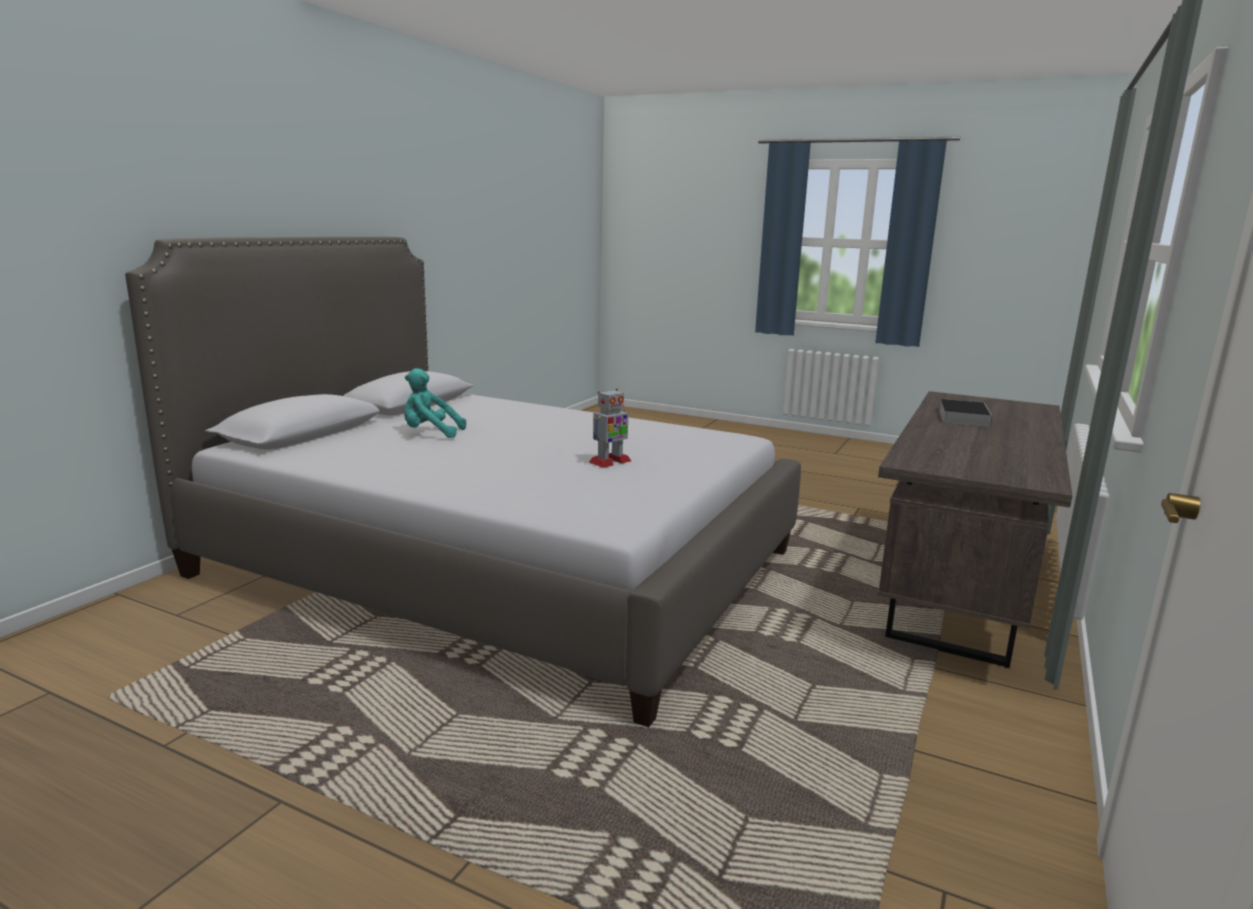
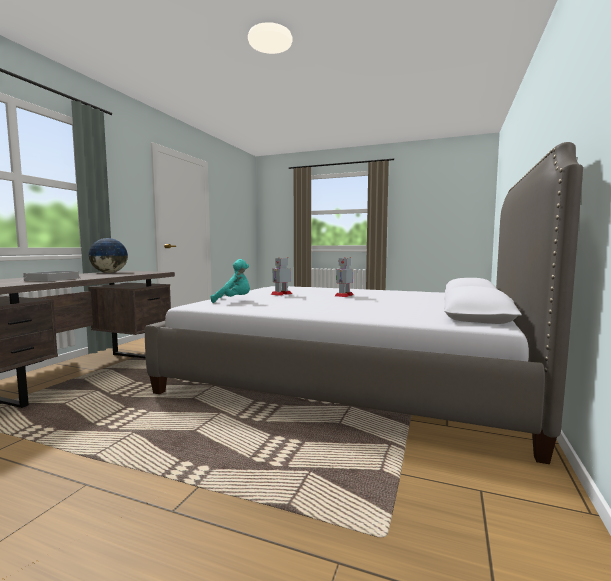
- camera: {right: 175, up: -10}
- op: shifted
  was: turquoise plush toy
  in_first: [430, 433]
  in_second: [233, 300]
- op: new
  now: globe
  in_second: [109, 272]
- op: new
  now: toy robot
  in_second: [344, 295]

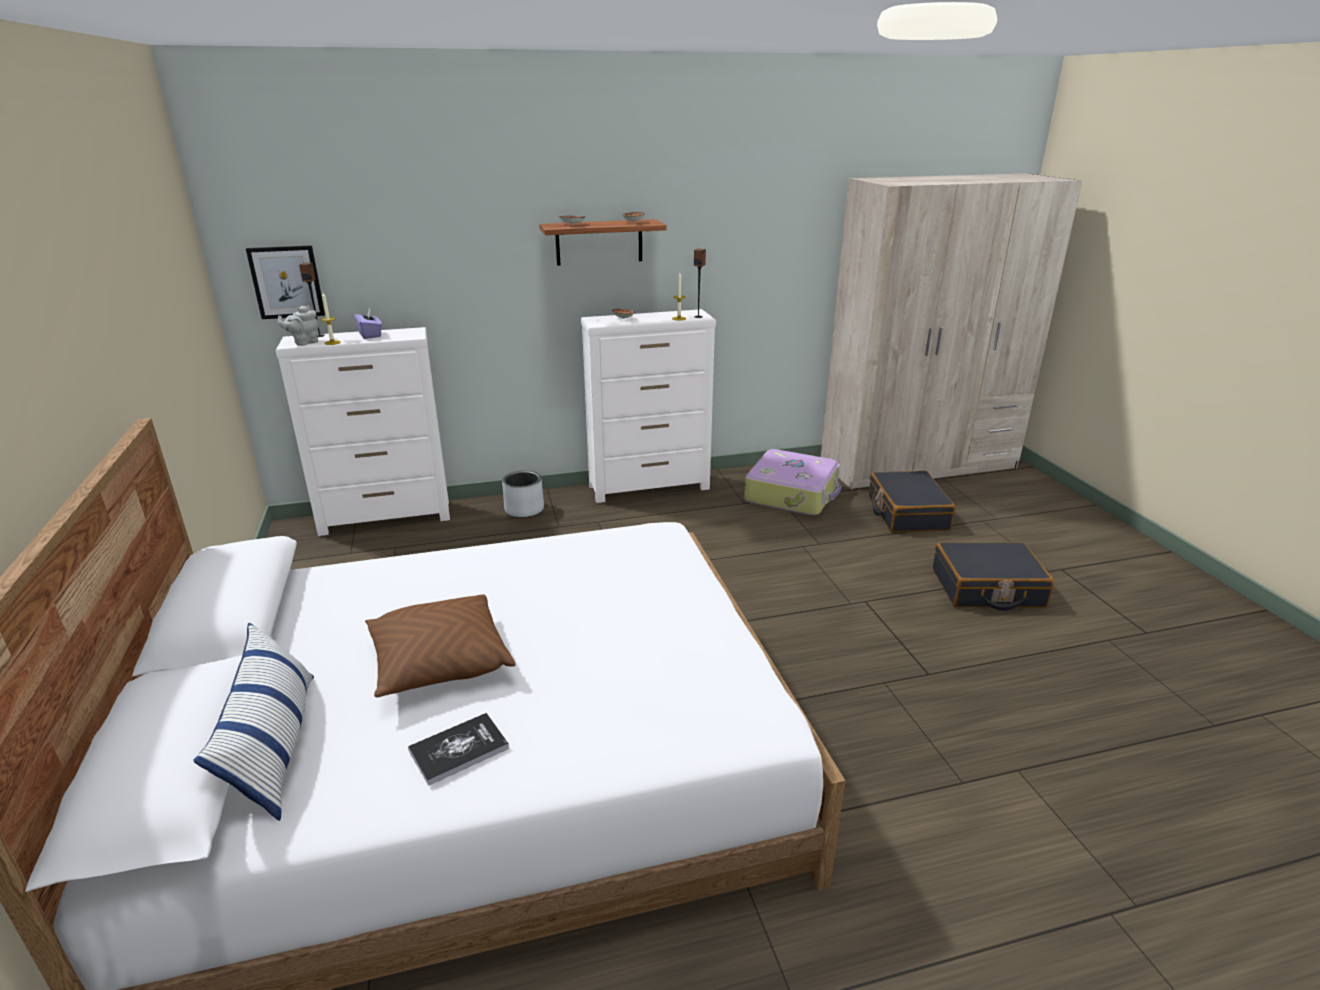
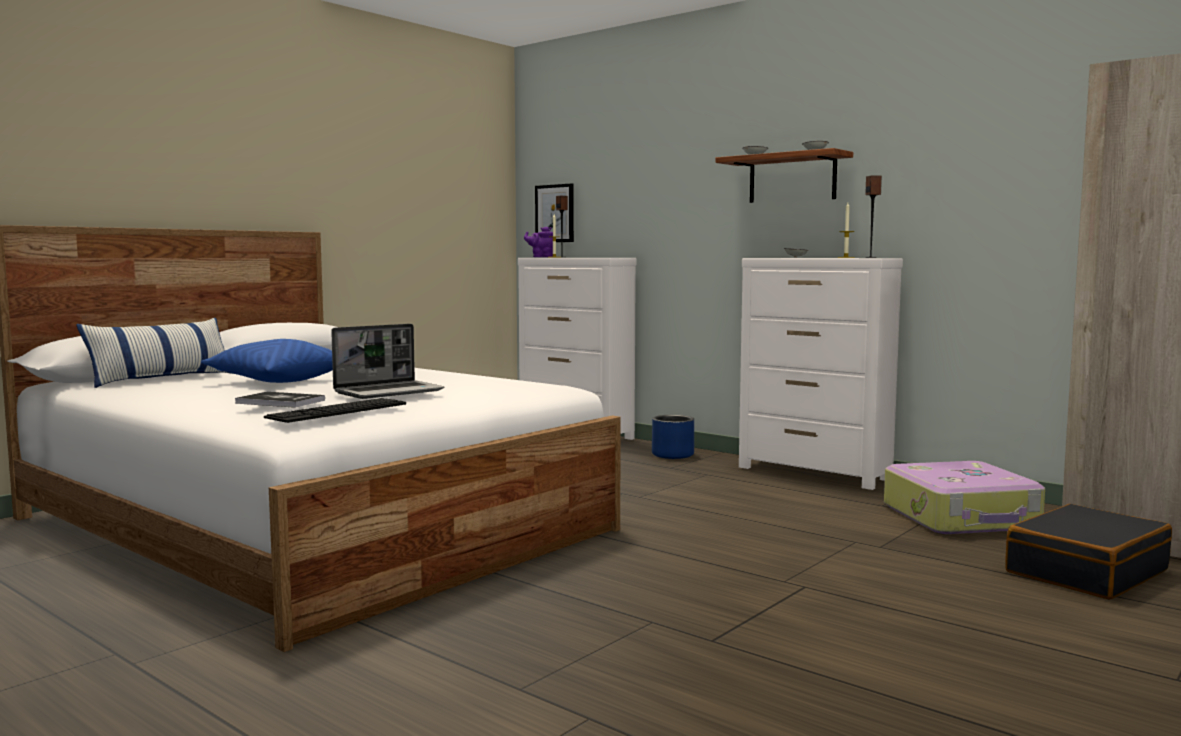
- camera: {right: 55, up: -20}
- op: repainted
  was: grey teapot
  now: purple teapot
  in_first: [304, 342]
  in_second: [541, 257]
- op: gone
  was: purple tissue box
  in_first: [370, 335]
- op: repainted
  was: brown pillow
  now: blue pillow
  in_first: [439, 662]
  in_second: [276, 380]
- op: shifted
  was: book
  in_first: [459, 749]
  in_second: [280, 402]
- op: repainted
  was: grey planter
  now: blue planter
  in_first: [524, 509]
  in_second: [673, 455]
- op: gone
  was: black suitcase
  in_first: [987, 589]
- op: new
  now: keyboard
  in_second: [338, 410]
- op: new
  now: laptop
  in_second: [390, 392]

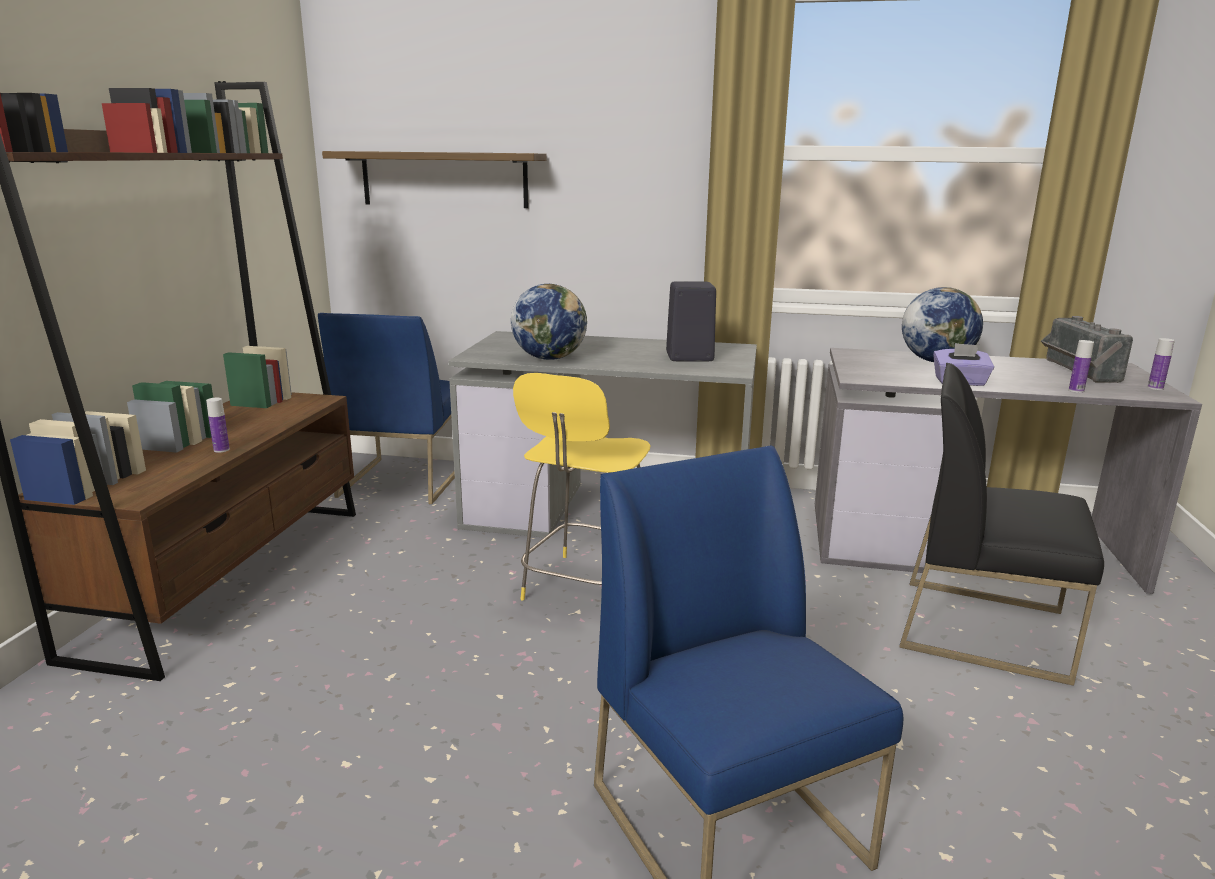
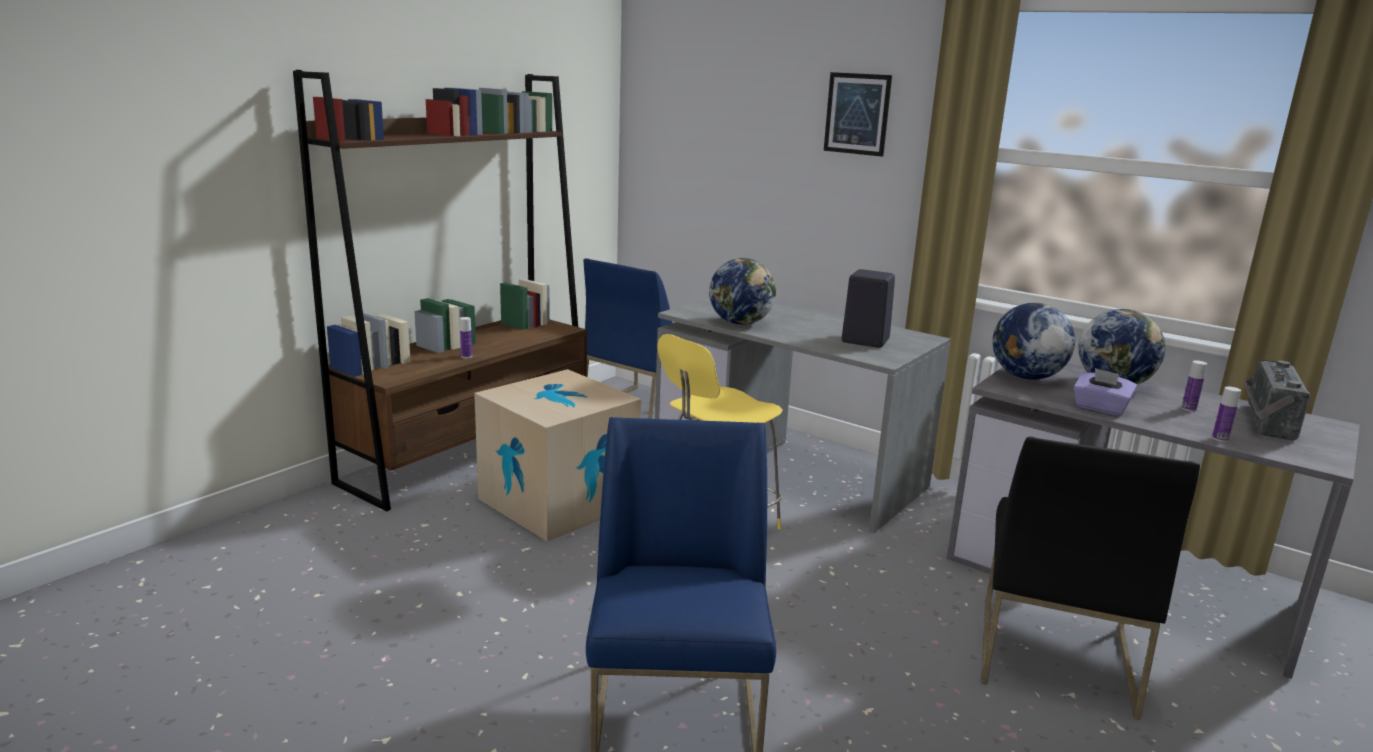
- camera: {right: 25, up: 0}
- op: gone
  was: shelf
  in_first: [444, 179]
- op: rotated
  was: black chair
  in_first: [985, 628]
  in_second: [1053, 654]
  clockwise: -120
- op: shifted
  was: bottle
  in_first: [1155, 388]
  in_second: [1188, 409]
- op: new
  now: cardboard box
  in_second: [558, 501]
- op: new
  now: picture
  in_second: [857, 114]
- op: new
  now: globe
  in_second: [1026, 377]

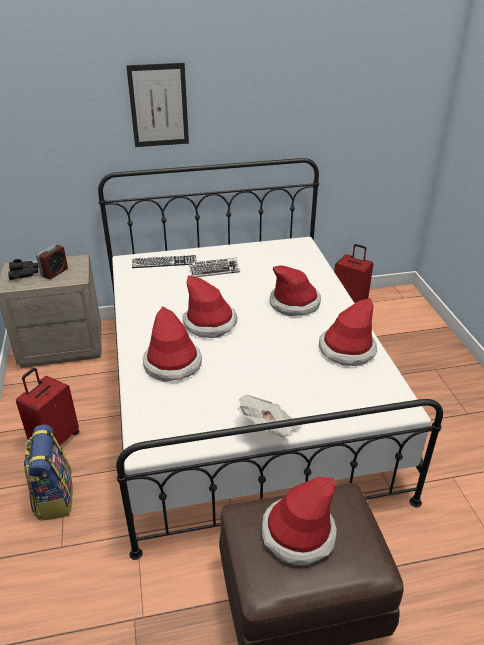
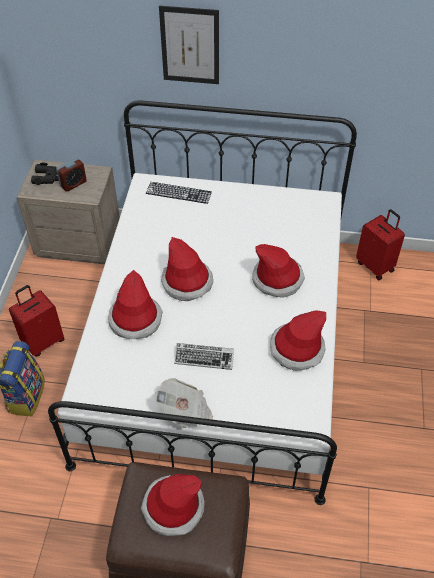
- camera: {right: 20, up: 15}
- op: shifted
  was: keyboard
  in_first: [214, 270]
  in_second: [204, 358]

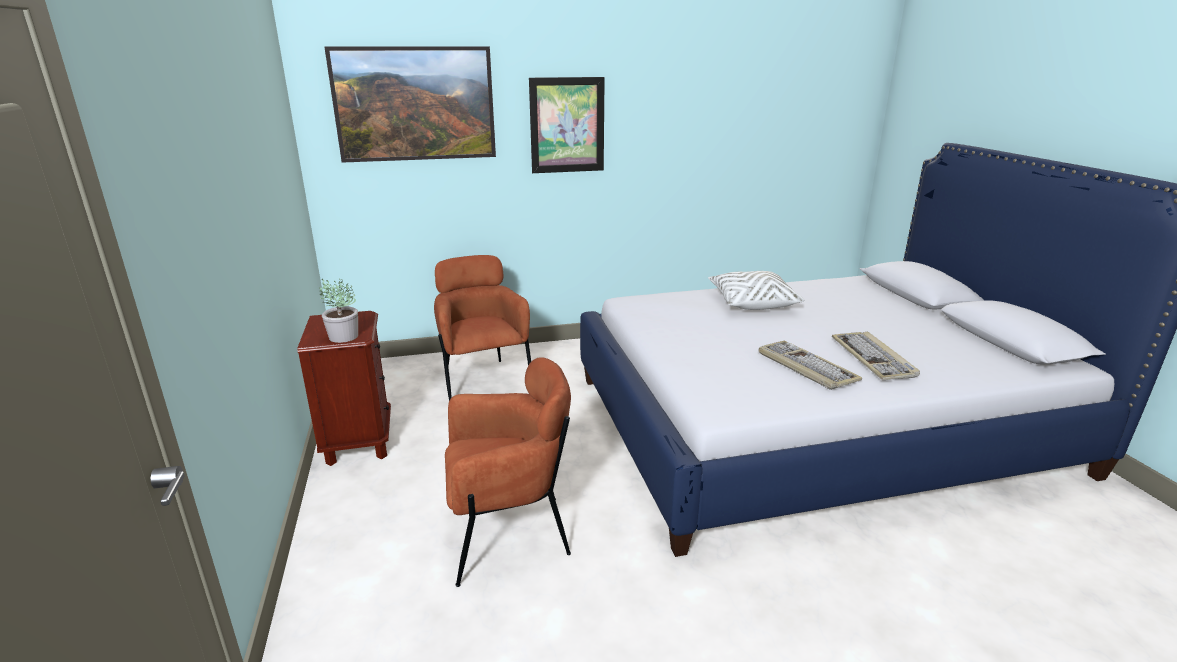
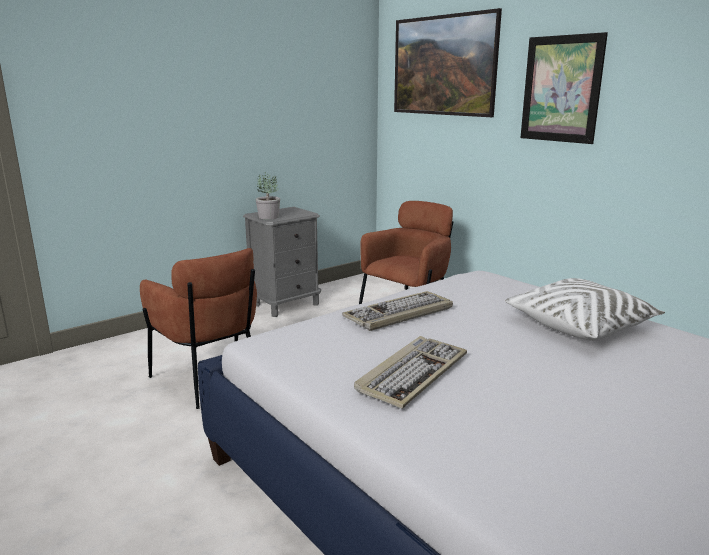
- camera: {right: 65, up: -5}
- op: repainted
  was: brown nightstand
  now: grey nightstand
  in_first: [358, 441]
  in_second: [286, 304]
- op: shifted
  was: keyboard
  in_first: [874, 358]
  in_second: [399, 314]

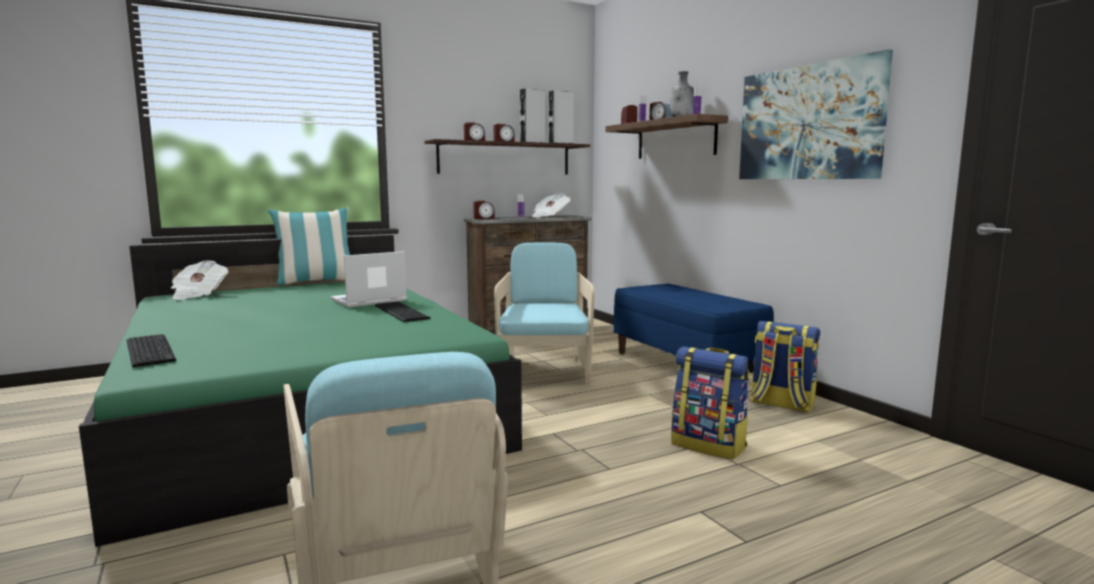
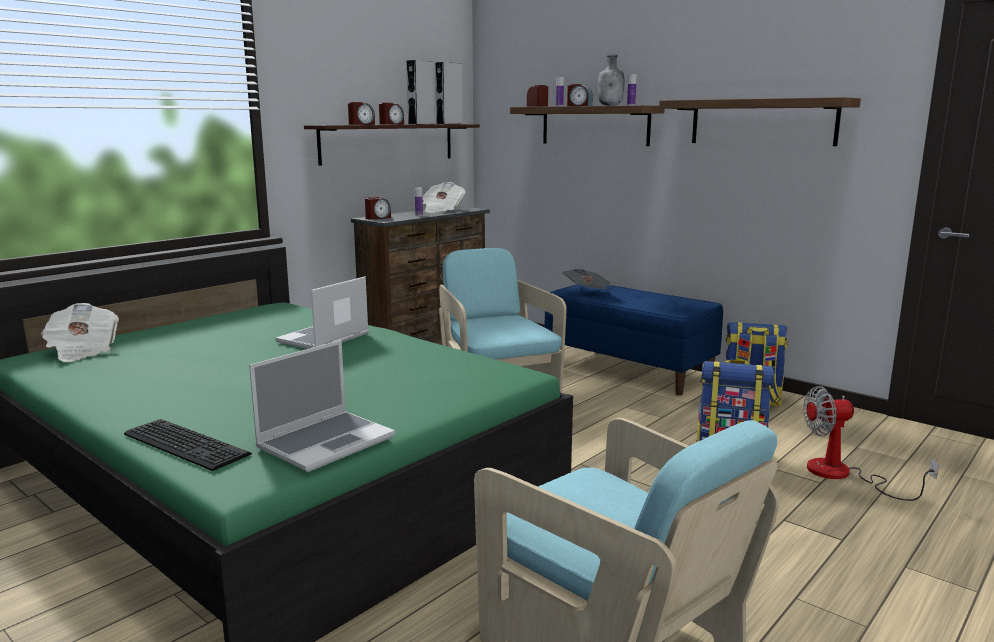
- camera: {right: -20, up: 5}
- op: gone
  was: pillow
  in_first: [316, 282]
- op: gone
  was: keyboard
  in_first: [402, 311]
- op: swapped
  was: picture
  now: shelf
  in_first: [808, 123]
  in_second: [762, 122]
- op: new
  now: laptop
  in_second: [326, 442]
- op: new
  now: newspaper
  in_second: [587, 293]
- op: new
  now: fan
  in_second: [843, 475]

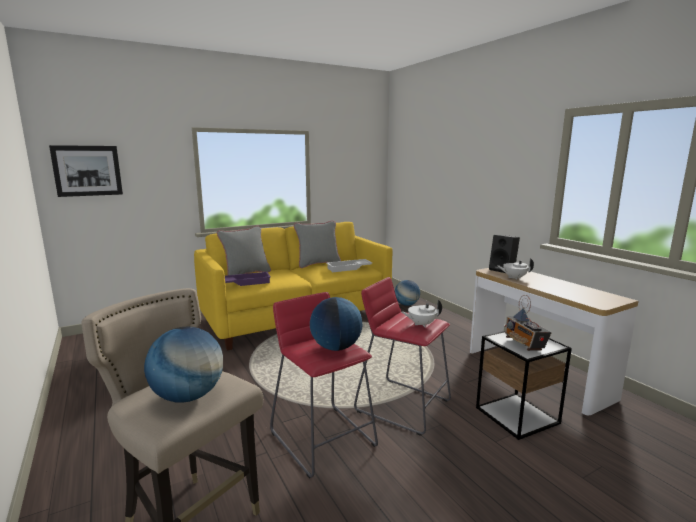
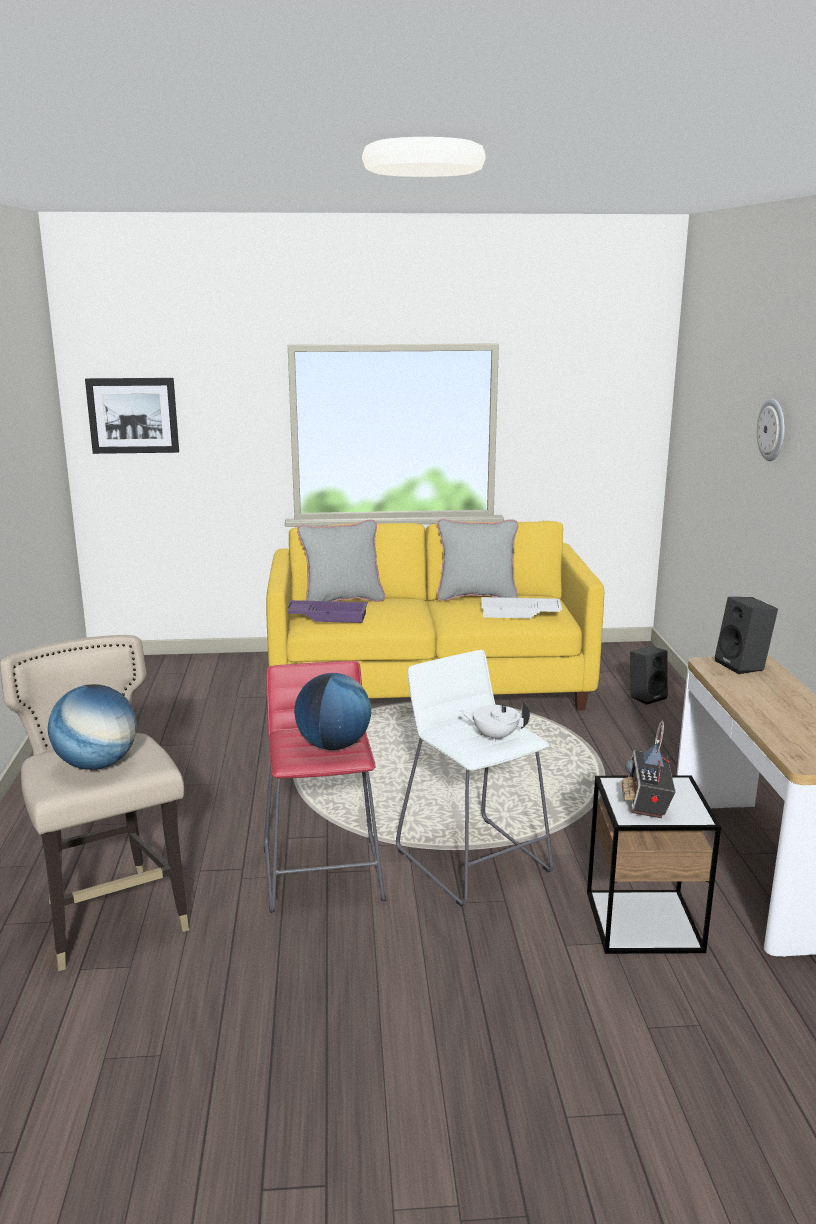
- camera: {right: 25, up: 5}
- op: repainted
  was: red stool
  now: white stool
  in_first: [403, 405]
  in_second: [473, 860]
- op: swapped
  was: globe
  now: black speaker
  in_first: [406, 304]
  in_second: [646, 696]
- op: gone
  was: white teapot
  in_first: [514, 278]
- op: new
  now: wall clock
  in_second: [772, 430]

